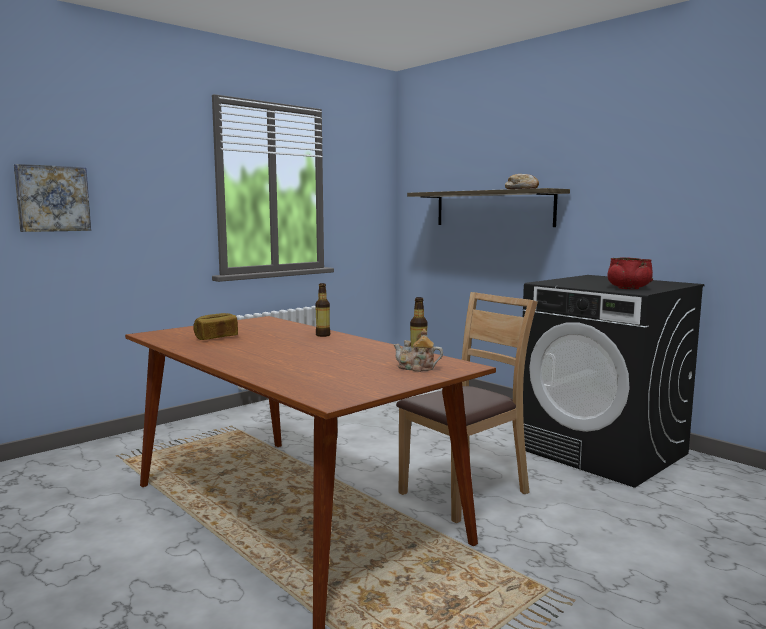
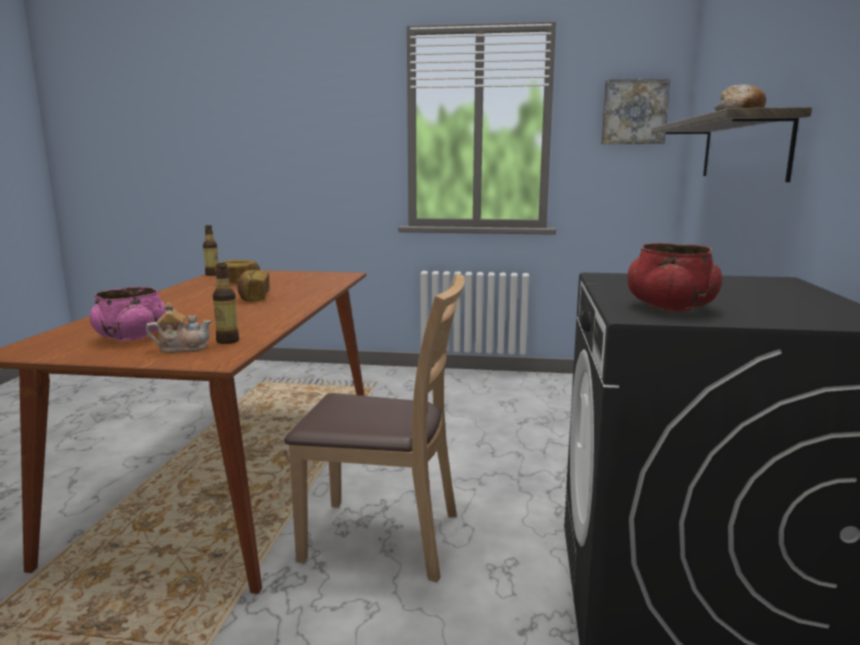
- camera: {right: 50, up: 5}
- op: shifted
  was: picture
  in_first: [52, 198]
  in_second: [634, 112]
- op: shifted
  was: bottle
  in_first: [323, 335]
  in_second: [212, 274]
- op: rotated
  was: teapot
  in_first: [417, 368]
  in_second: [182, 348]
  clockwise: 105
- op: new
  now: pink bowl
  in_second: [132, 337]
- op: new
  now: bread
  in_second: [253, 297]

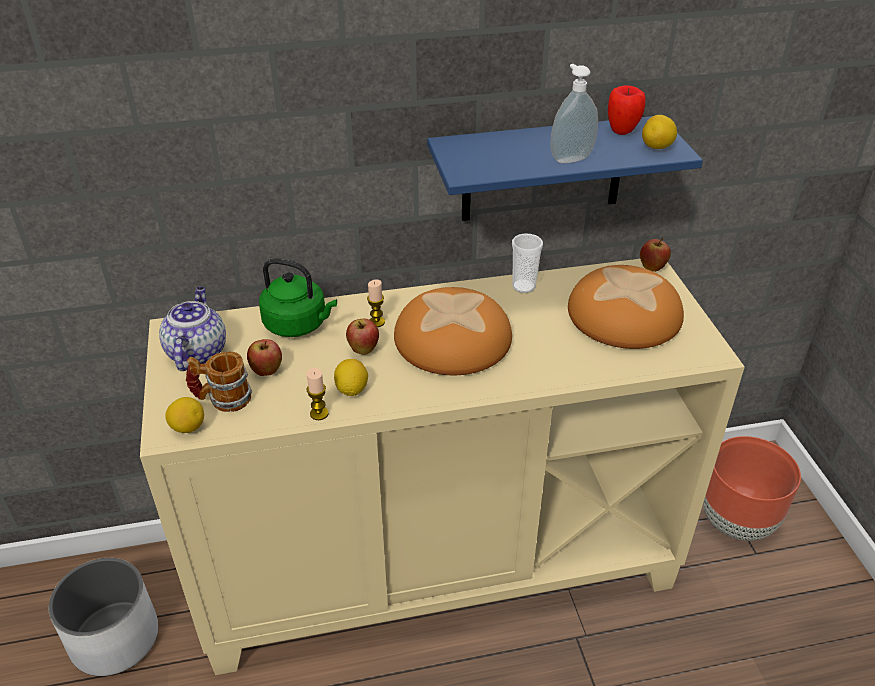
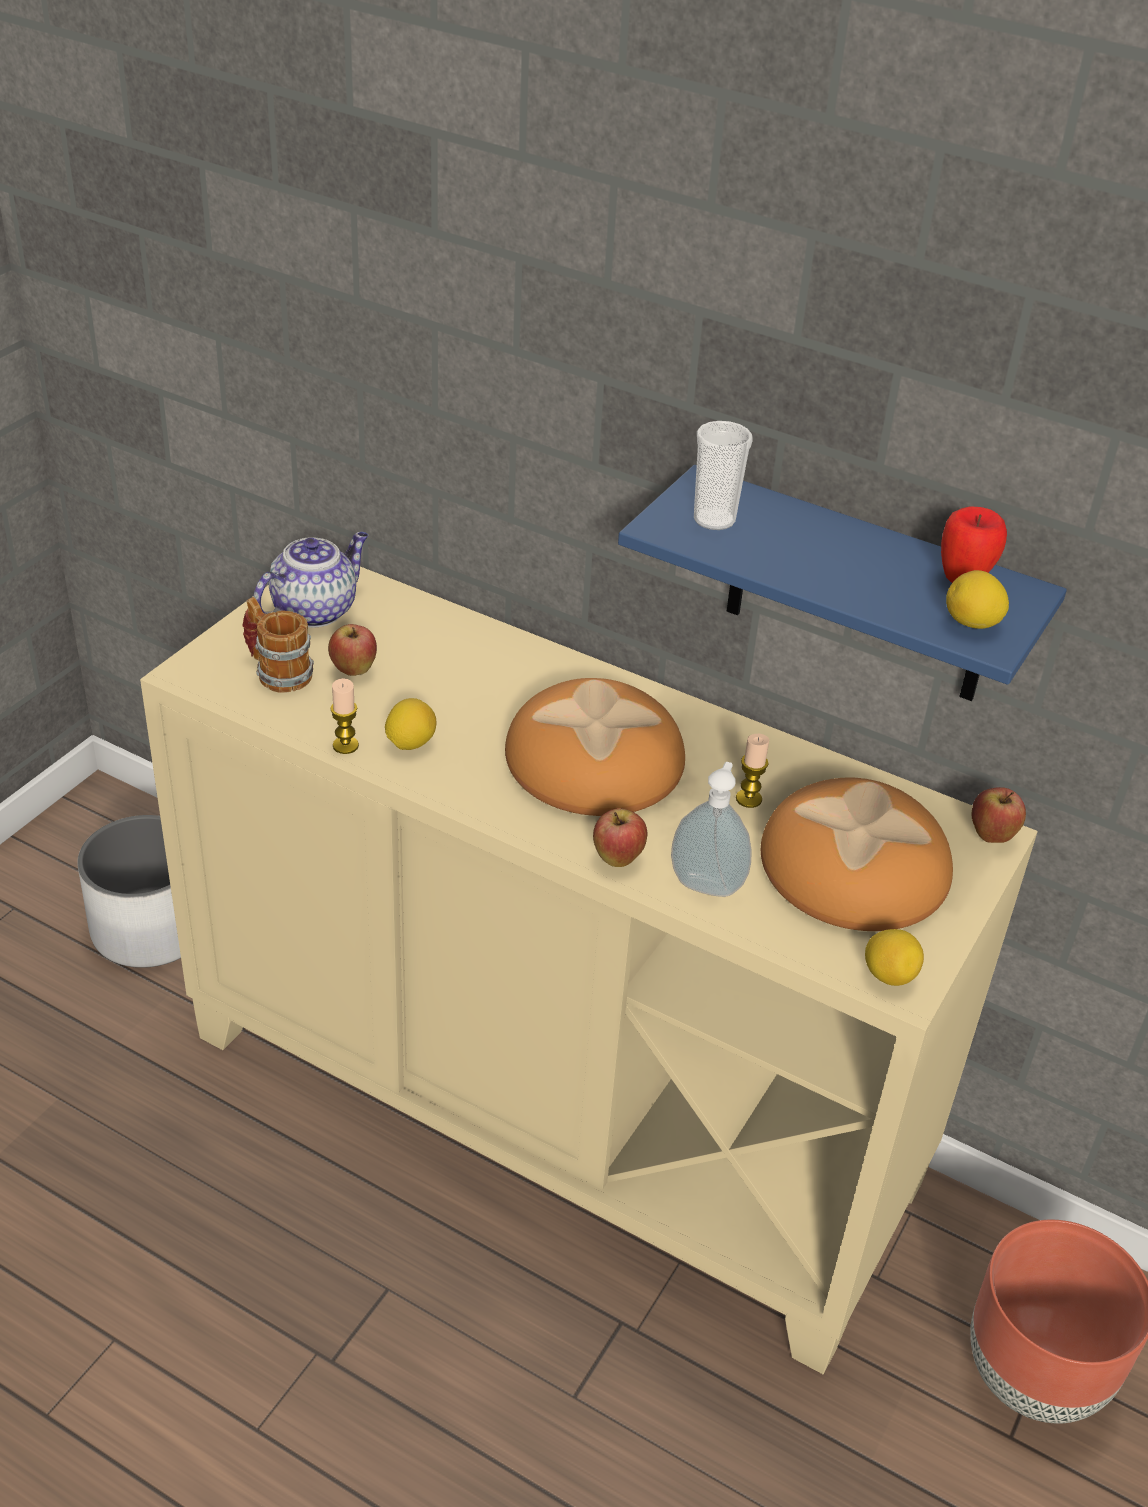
- camera: {right: 40, up: 0}
- op: shifted
  was: lemon
  in_first: [188, 427]
  in_second: [889, 975]
- op: gone
  was: green kettle
  in_first: [298, 325]
- op: shifted
  was: apple
  in_first: [363, 350]
  in_second: [617, 859]
- op: shifted
  was: candle
  in_first: [376, 322]
  in_second: [748, 799]
- op: shifted
  was: cup
  in_first: [523, 286]
  in_second: [714, 519]
- op: shifted
  was: soap dispenser
  in_first: [570, 158]
  in_second: [707, 884]

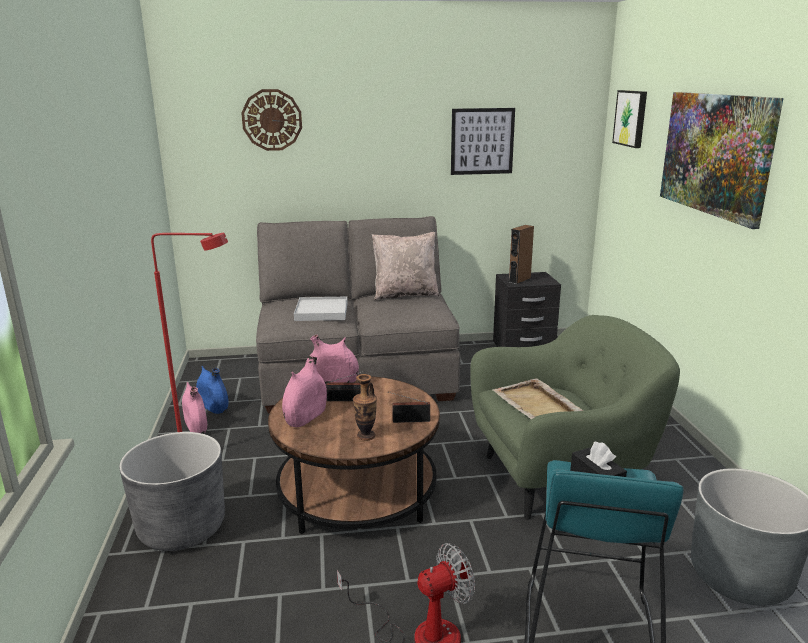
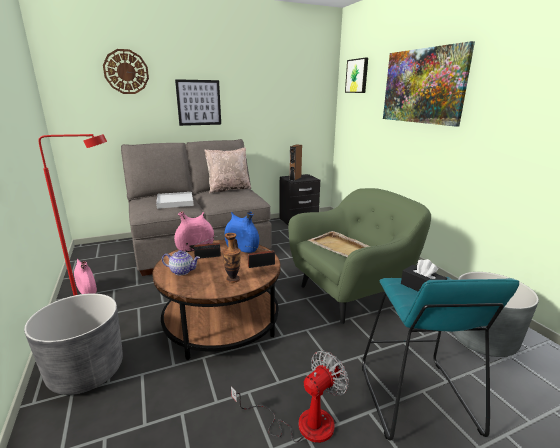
- camera: {right: -15, up: 0}
- op: shifted
  was: blue vase
  in_first: [213, 407]
  in_second: [242, 248]
- op: swapped
  was: pink vase
  now: teapot
  in_first: [306, 417]
  in_second: [182, 271]
- op: shifted
  was: picture
  in_first: [482, 141]
  in_second: [199, 102]

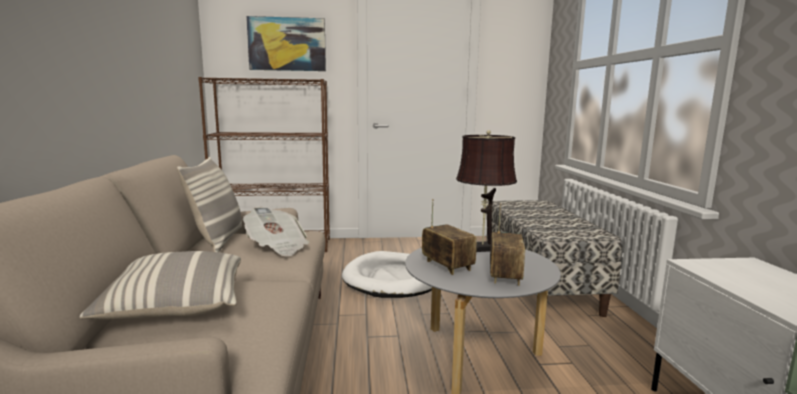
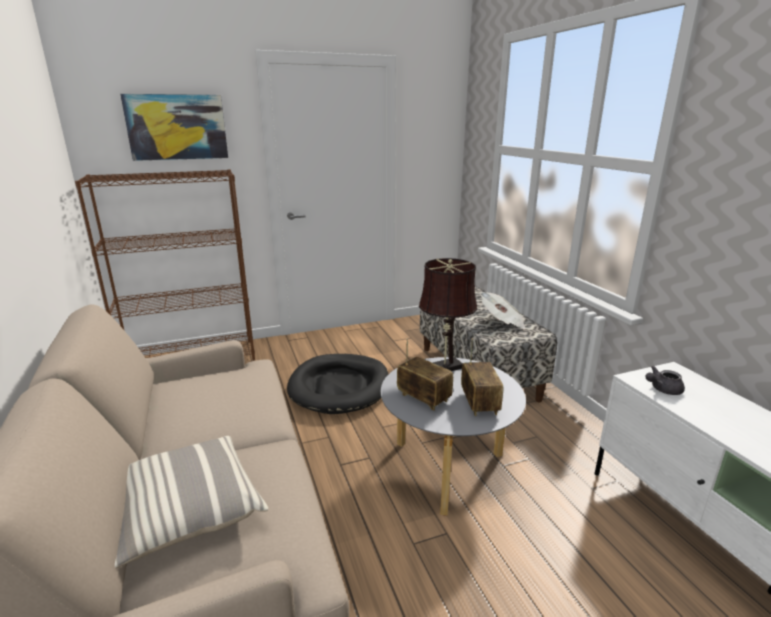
- camera: {right: -15, up: 10}
- op: gone
  was: pillow
  in_first: [218, 240]
- op: shifted
  was: newspaper
  in_first: [277, 247]
  in_second: [502, 322]
- op: repainted
  was: white dog bed
  now: black dog bed
  in_first: [394, 279]
  in_second: [339, 386]
- op: new
  now: grey teapot
  in_second: [662, 389]

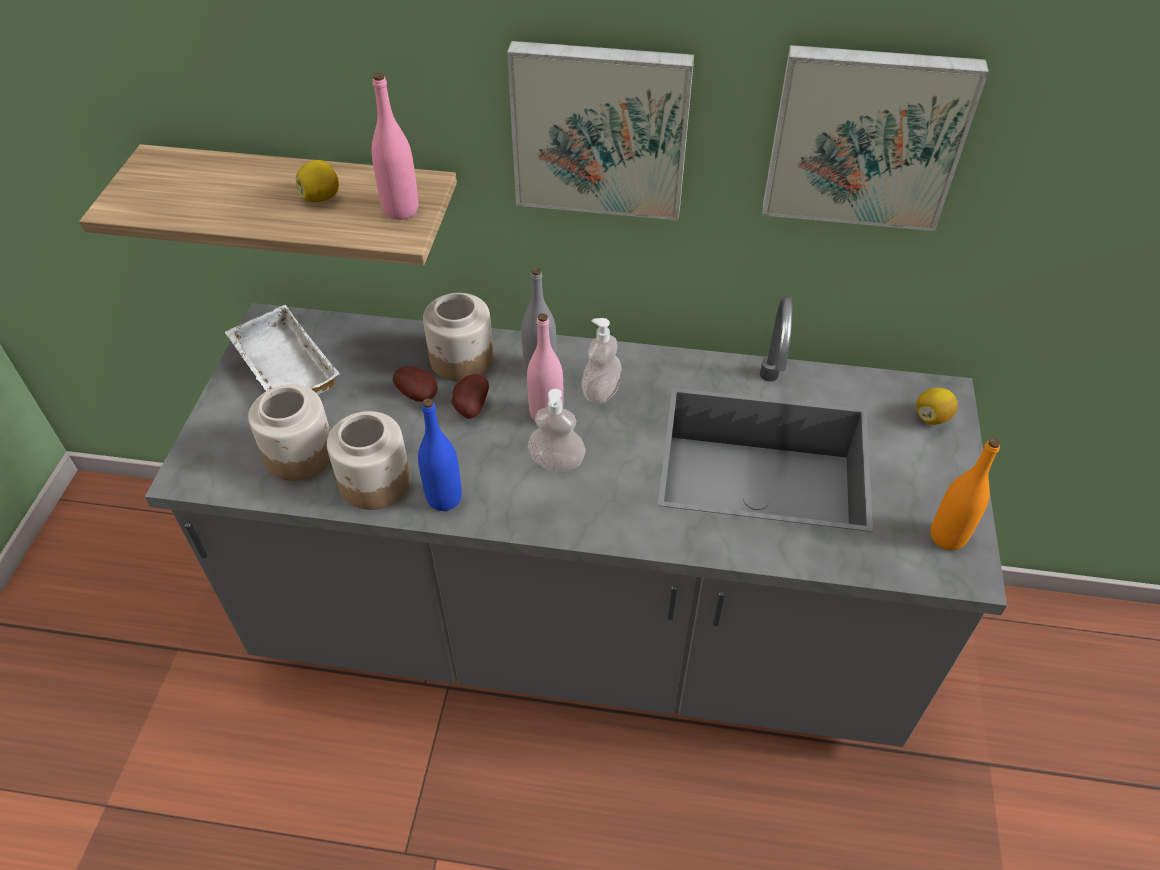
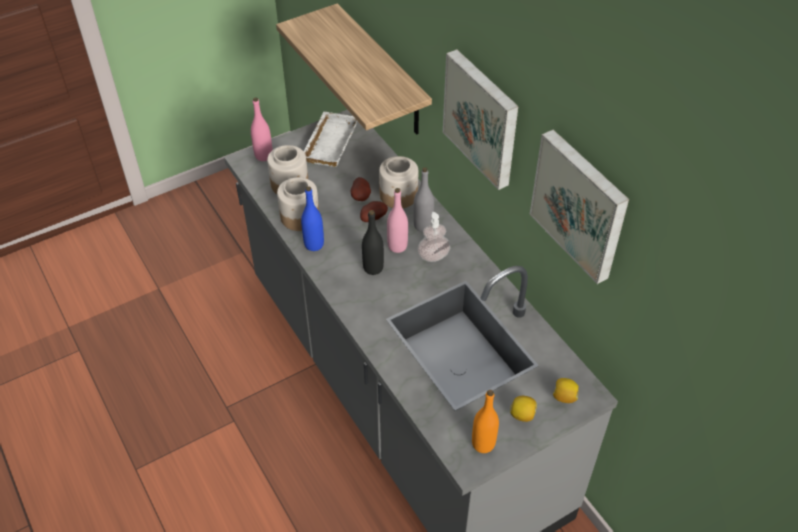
- camera: {right: 50, up: 0}
- op: shifted
  was: lemon
  in_first: [321, 197]
  in_second: [522, 415]
- op: shifted
  was: pink bottle
  in_first: [401, 210]
  in_second: [263, 155]
- op: swapped
  was: soap dispenser
  now: black bottle
  in_first: [556, 462]
  in_second: [373, 268]

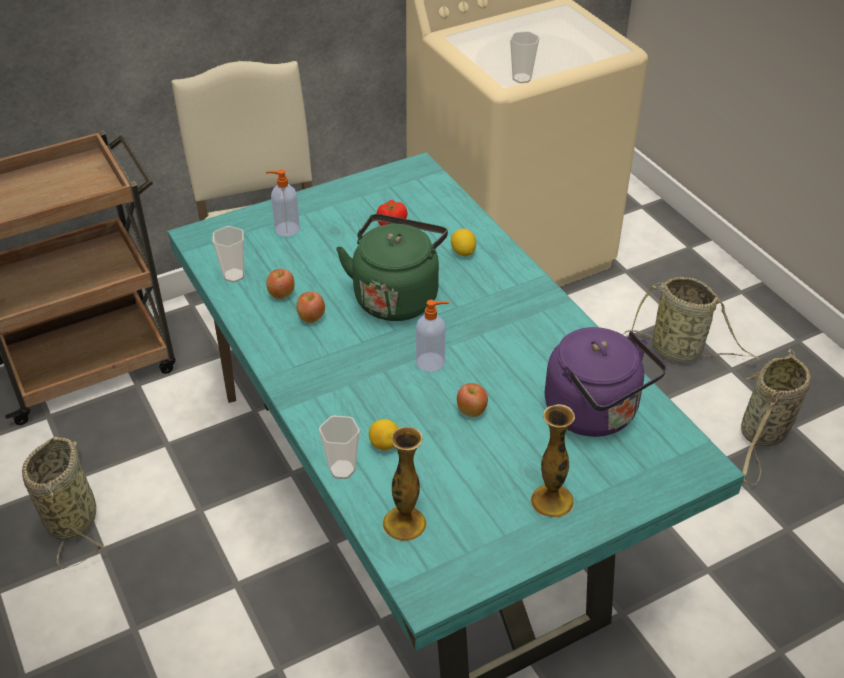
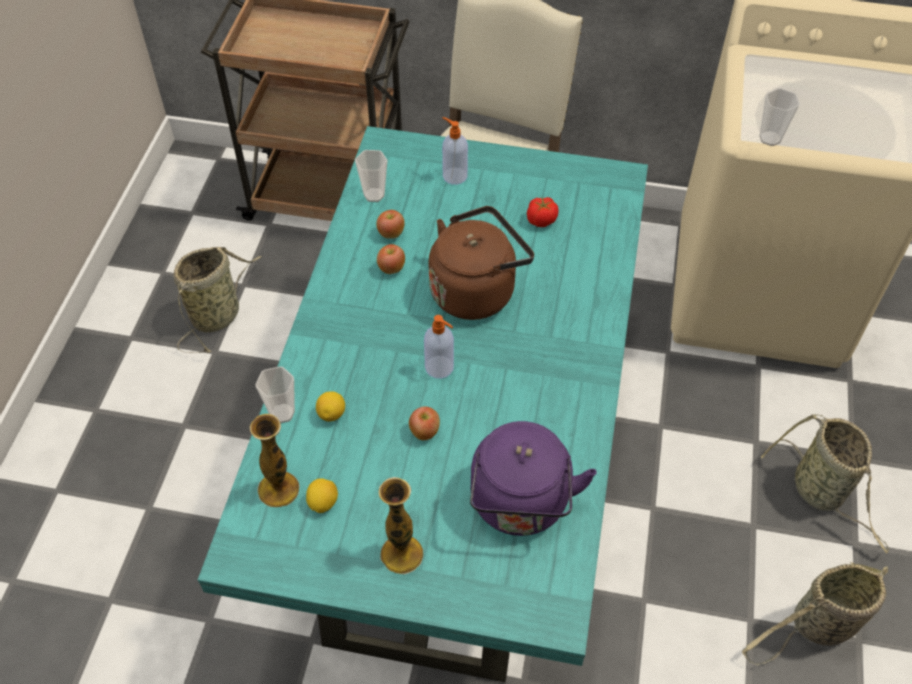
- camera: {right: 40, up: 10}
- op: repainted
  was: green kettle
  now: brown kettle
  in_first: [397, 296]
  in_second: [476, 290]
- op: shifted
  was: lemon
  in_first: [463, 252]
  in_second: [323, 502]

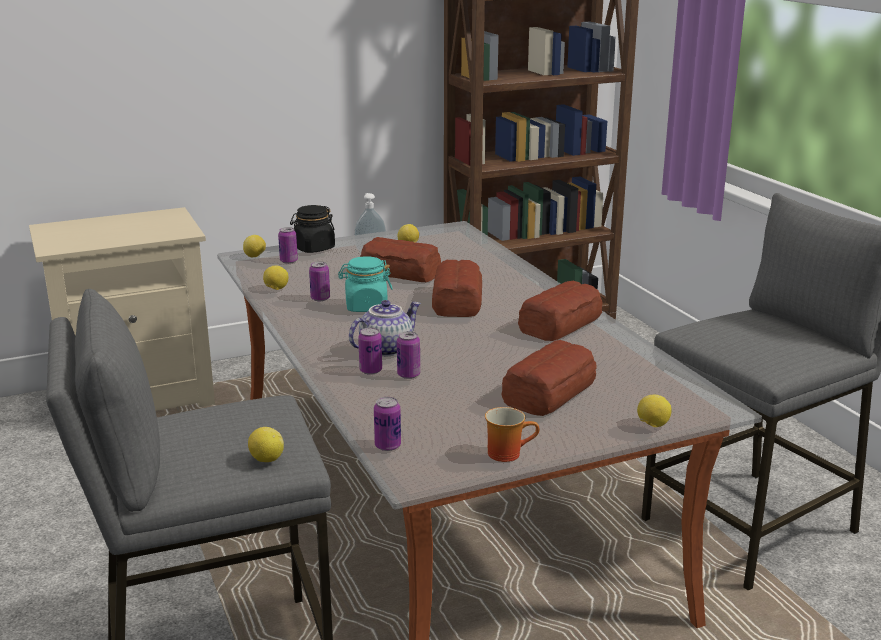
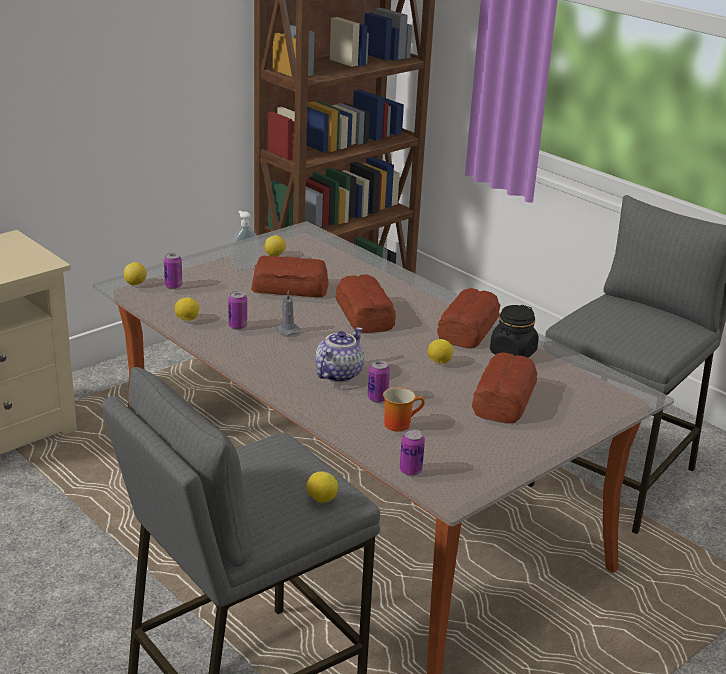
- camera: {right: -20, up: 5}
- op: shifted
  was: black jar
  in_first: [313, 248]
  in_second: [512, 353]
- op: swapped
  was: turquoise jar
  now: grey candle
  in_first: [366, 306]
  in_second: [287, 330]
- op: gone
  was: can
  in_first: [370, 370]
- op: shifted
  was: mug
  in_first: [507, 452]
  in_second: [399, 423]
- op: shifted
  was: lemon
  in_first: [652, 425]
  in_second: [439, 362]

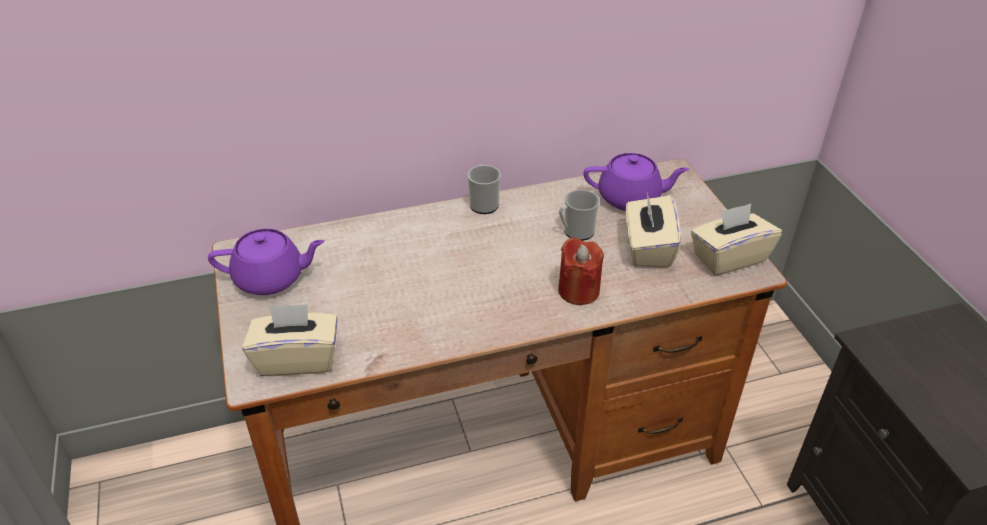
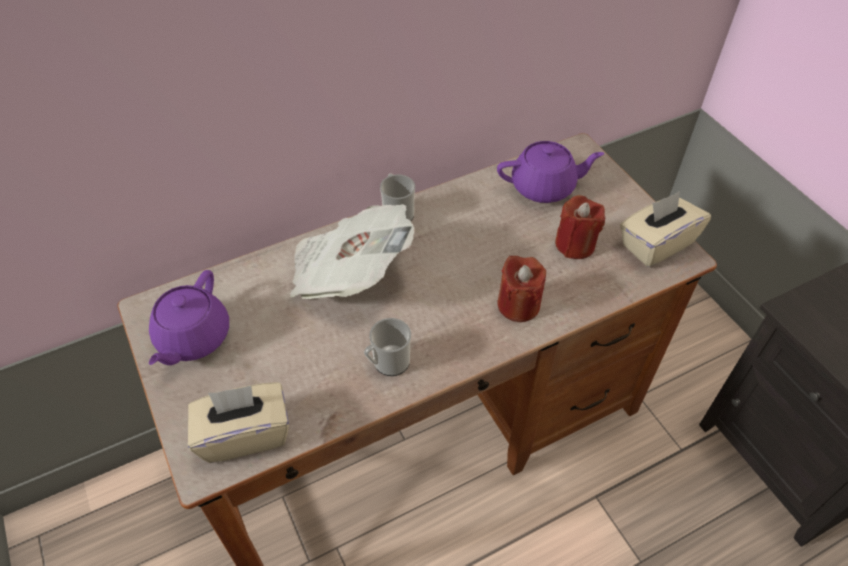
- camera: {right: -10, up: 10}
- op: rotated
  was: purple teapot
  in_first: [271, 278]
  in_second: [192, 338]
  clockwise: 120
- op: shifted
  was: mug
  in_first: [575, 232]
  in_second: [388, 363]
- op: swapped
  was: beige tissue box
  now: red candle
  in_first: [647, 248]
  in_second: [575, 244]
- op: new
  now: newspaper
  in_second: [349, 273]

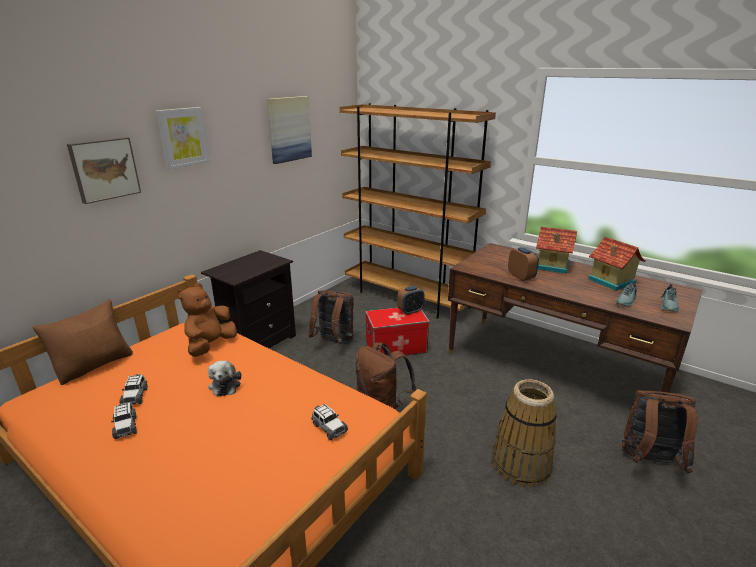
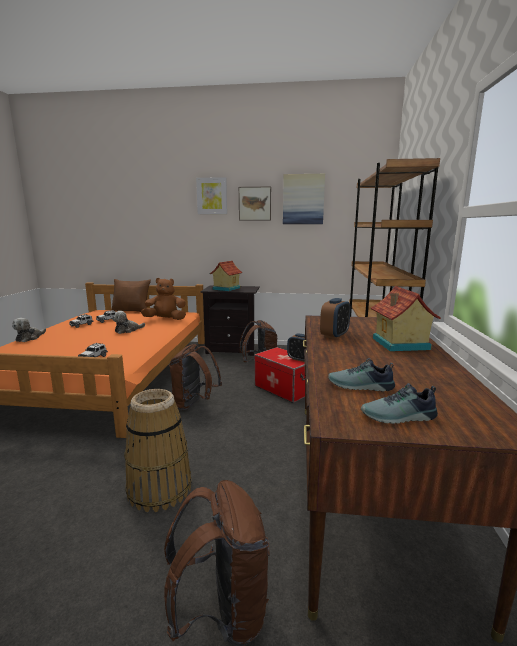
- camera: {right: 60, up: -10}
- op: shifted
  was: picture
  in_first: [104, 169]
  in_second: [255, 203]
- op: shifted
  was: toy house
  in_first: [611, 281]
  in_second: [225, 288]
- op: new
  now: plush toy
  in_second: [29, 338]

